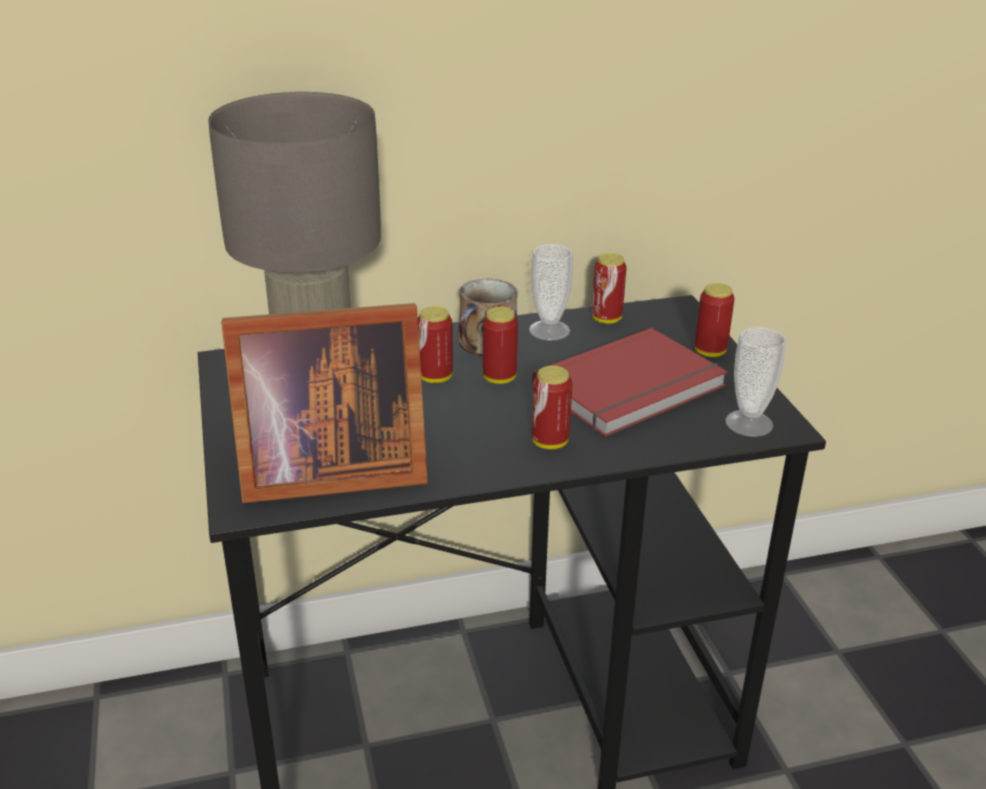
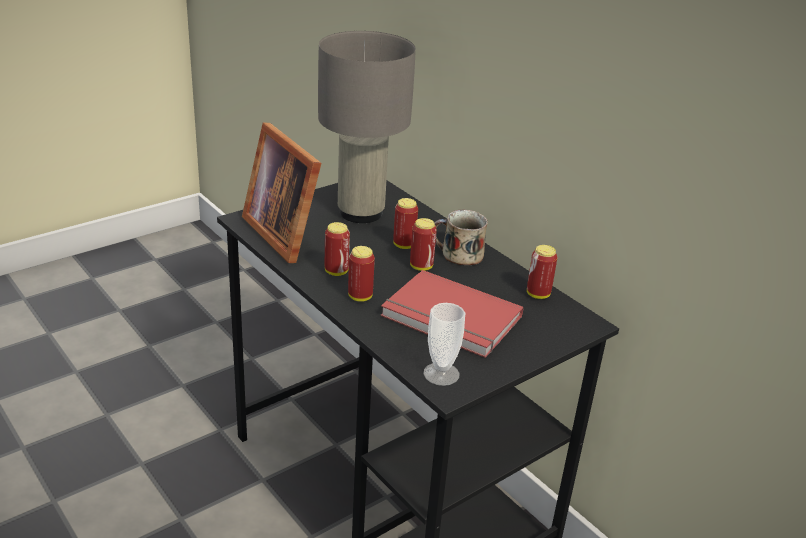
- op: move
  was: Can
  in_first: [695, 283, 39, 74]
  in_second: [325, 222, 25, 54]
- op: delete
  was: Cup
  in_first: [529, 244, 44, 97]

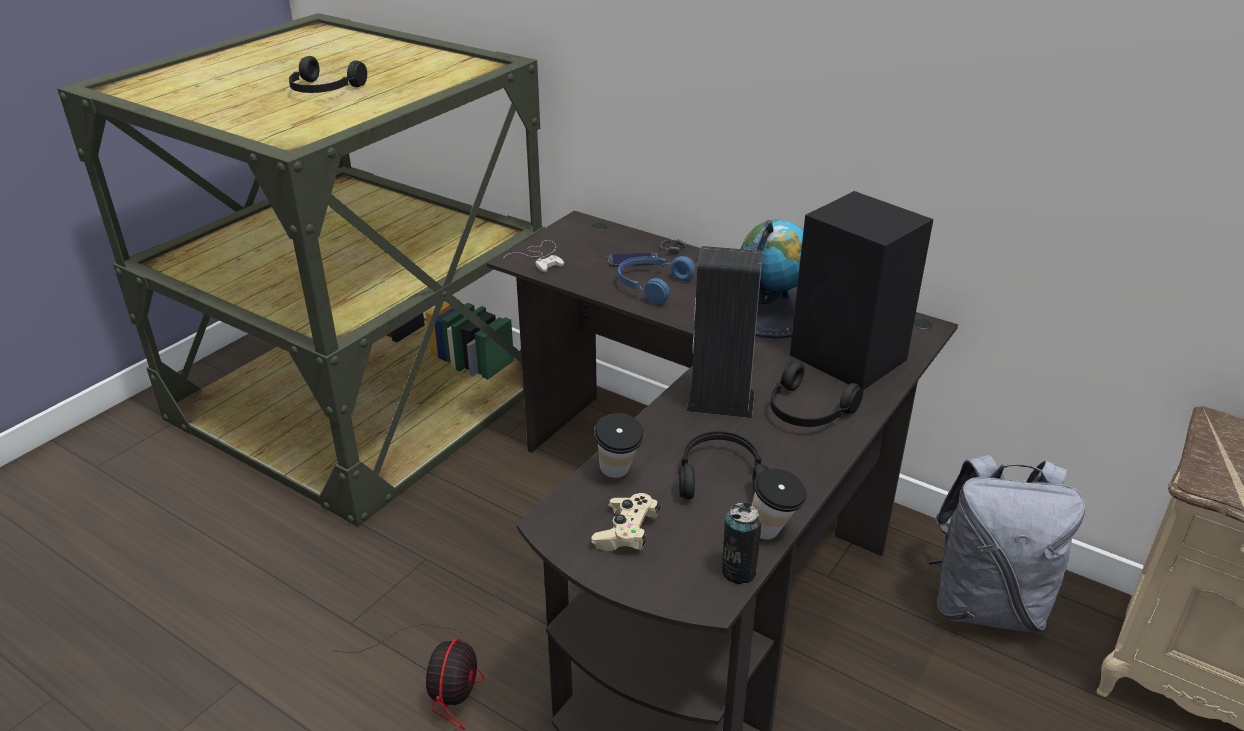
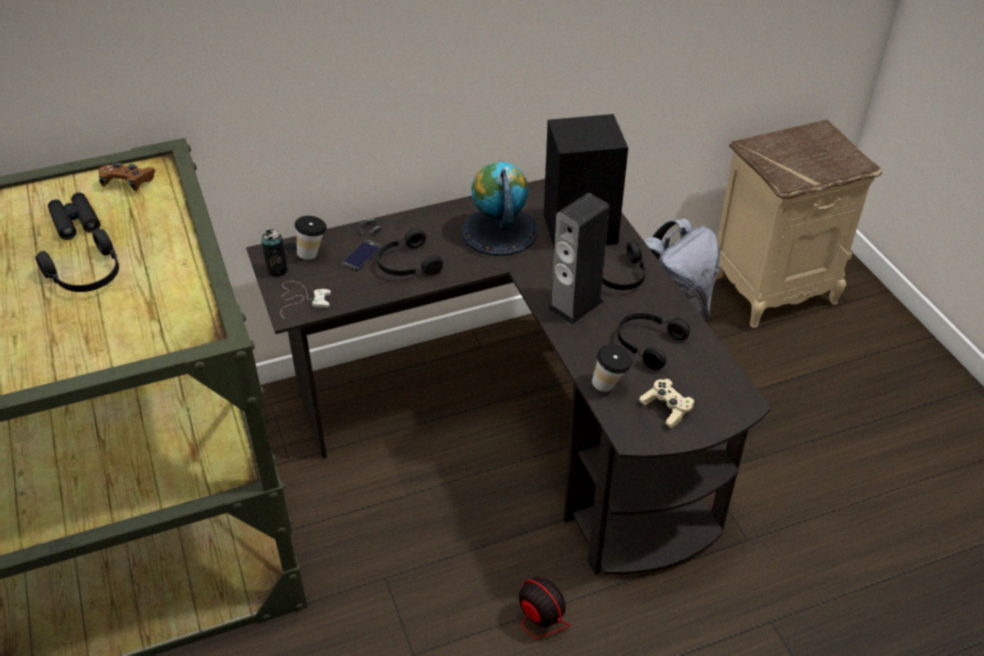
- op: insert
  now: BlackBinoculars
  in_second: [48, 192, 52, 48]
- op: insert
  now: BrownGameController
  in_second: [98, 162, 57, 29]
- op: move
  was: Can
  in_first: [722, 503, 40, 81]
  in_second: [261, 229, 27, 48]
- op: move
  was: Cup
  in_first: [752, 468, 55, 71]
  in_second: [295, 216, 32, 44]
- op: recolor
  was: BlueHeadphones
  now: BlackHeadphones
  in_first: [618, 256, 77, 48]
  in_second: [377, 228, 66, 48]

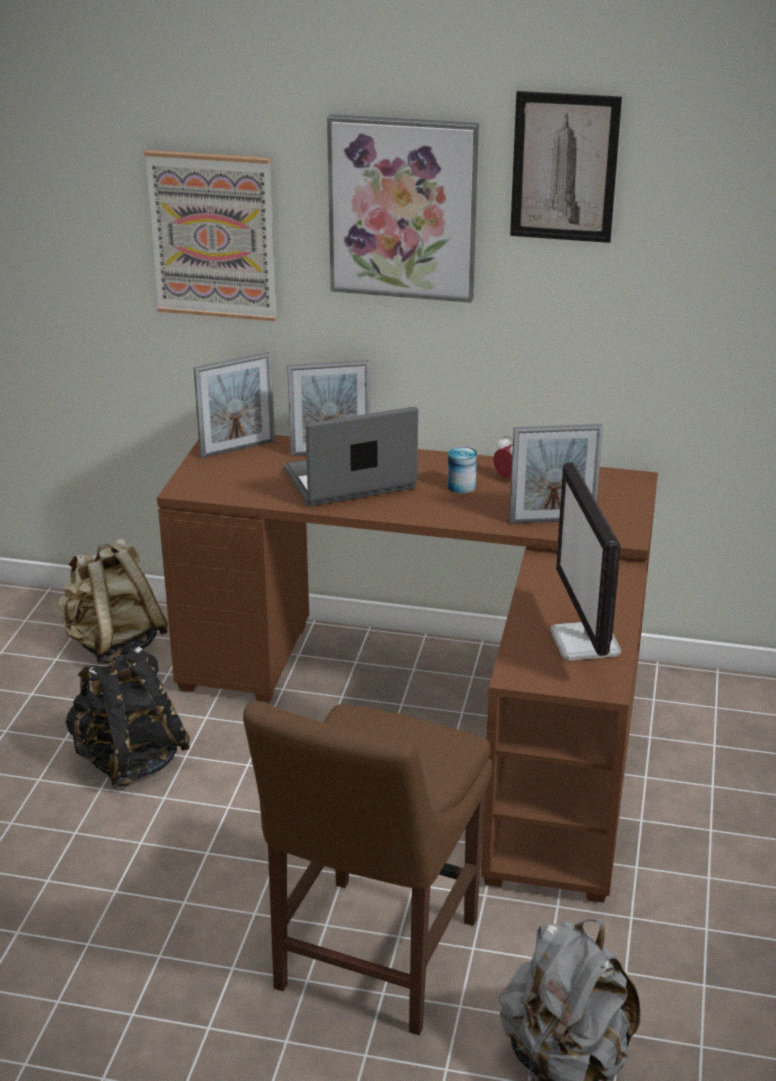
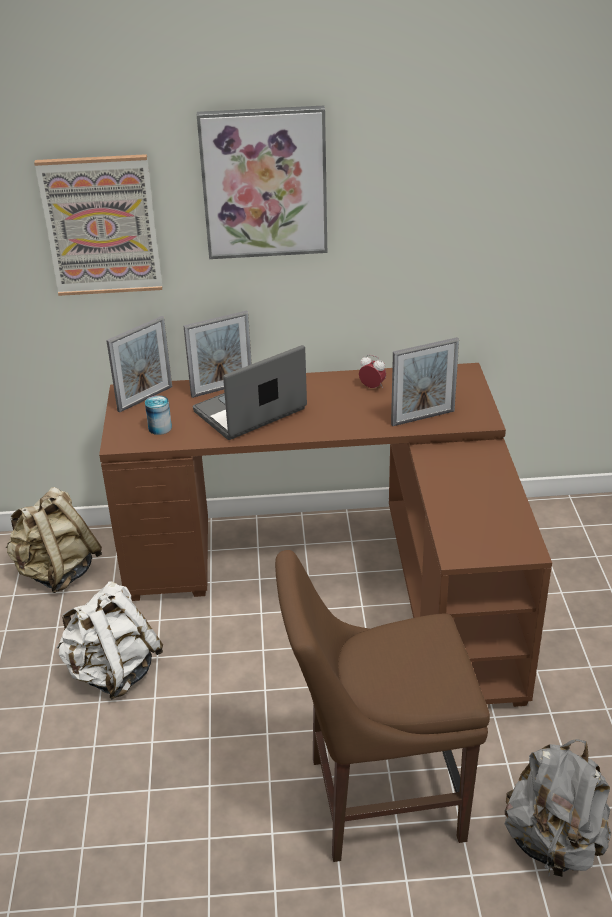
- op: recolor
  was: BlackBackpack
  now: WhiteBackpack
  in_first: [66, 646, 124, 142]
  in_second: [56, 581, 107, 118]
- op: move
  was: Can
  in_first: [447, 447, 30, 47]
  in_second: [145, 395, 27, 40]
- op: rotate
  was: BrownChair
  in_first: [243, 702, 250, 333]
  in_second: [275, 550, 215, 312]
  clockwise: 75
- op: delete
  was: Picture
  in_first: [510, 91, 112, 152]
- op: delete
  was: Monitor
  in_first: [550, 462, 71, 199]

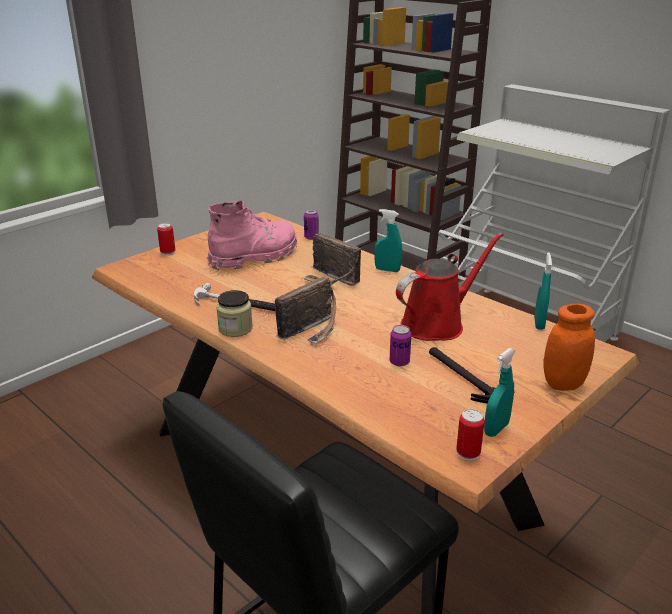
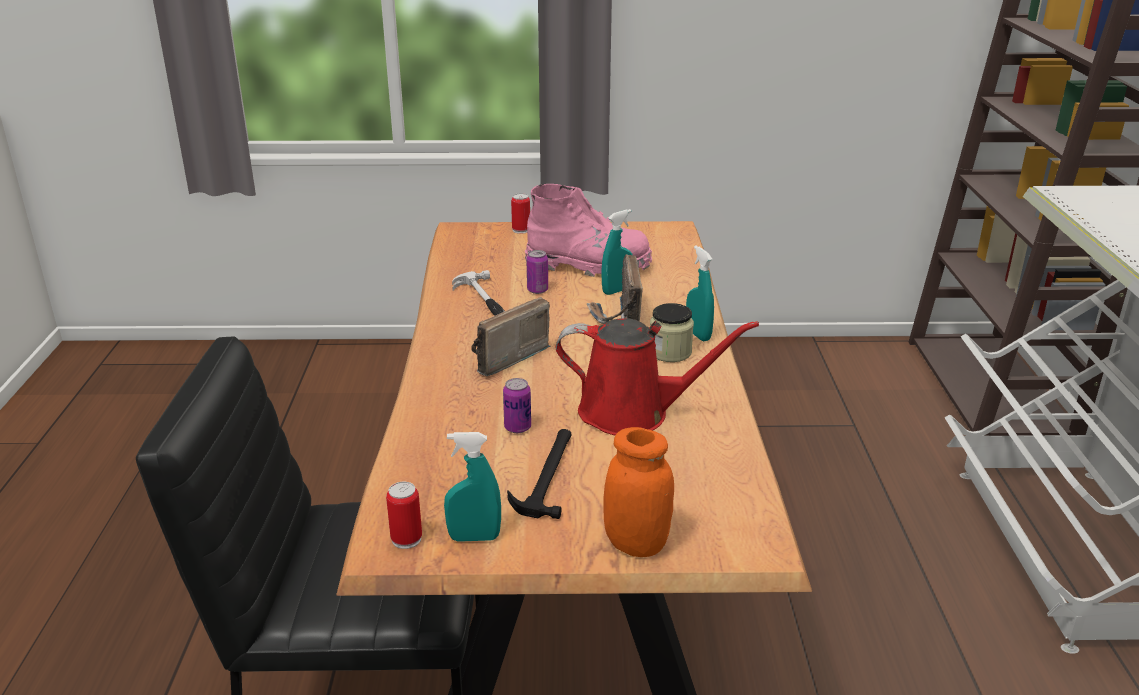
- op: rotate
  was: Radio
  in_first: [275, 277, 61, 67]
  in_second: [471, 297, 79, 79]
  clockwise: 135
- op: move
  was: Can
  in_first: [304, 209, 15, 31]
  in_second: [526, 250, 22, 44]
- op: move
  was: TurquoiseSprayBottle
  in_first: [534, 252, 18, 78]
  in_second: [601, 209, 32, 86]
- op: move
  was: Jar
  in_first: [216, 290, 37, 47]
  in_second: [650, 303, 44, 59]

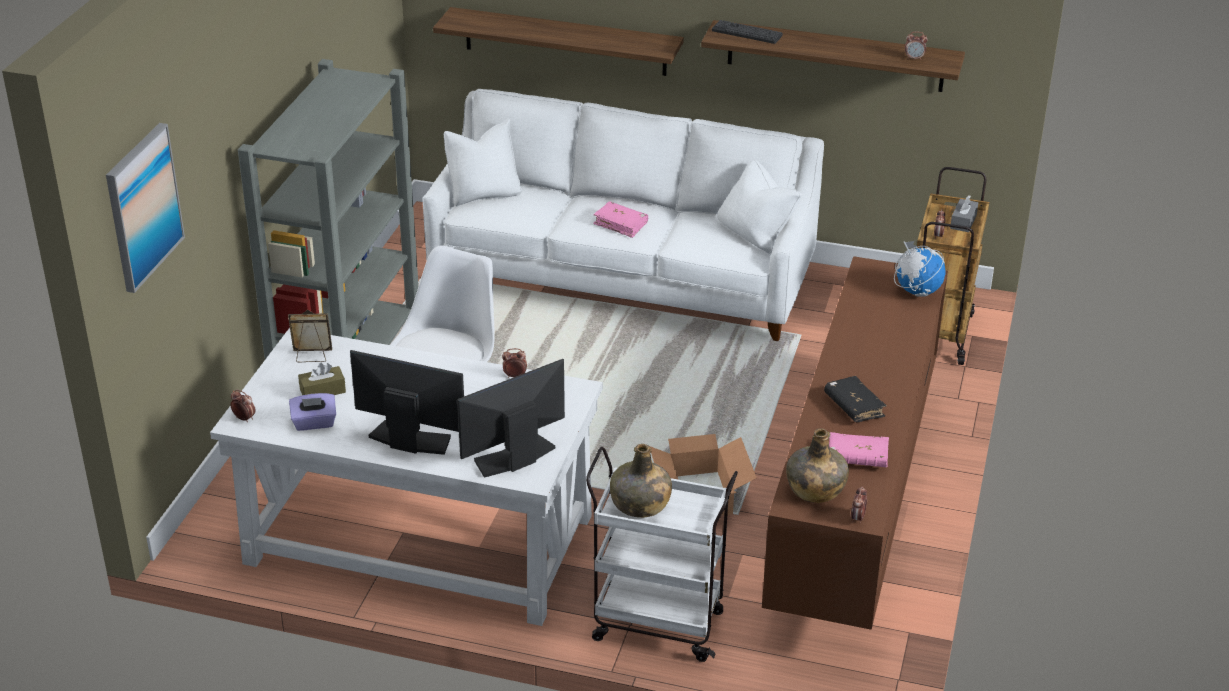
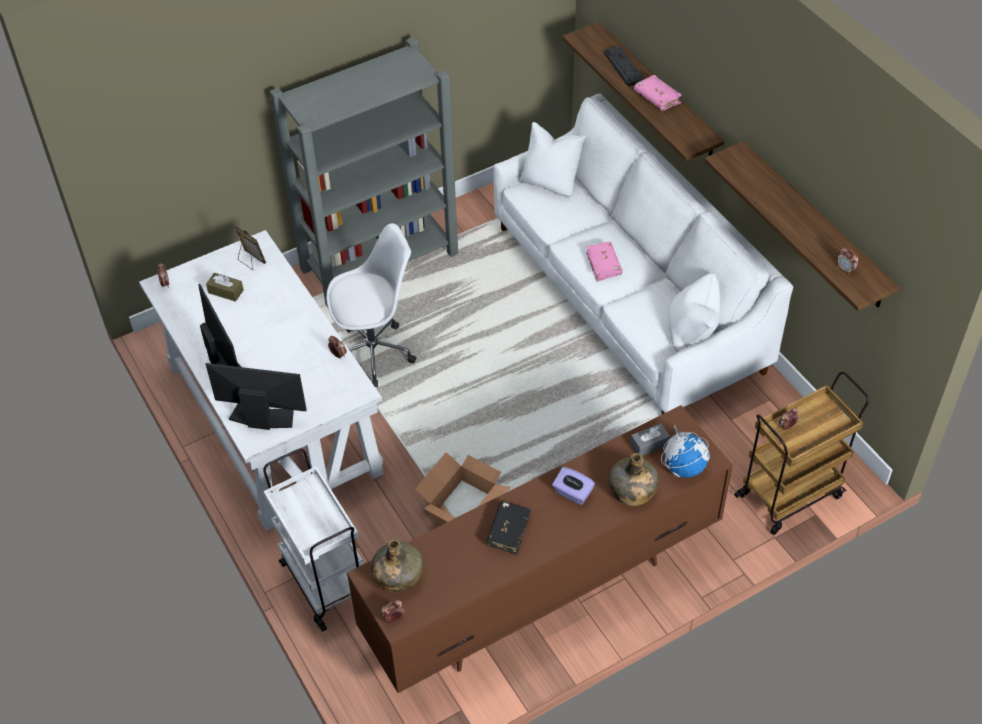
- op: move
  was: PurpleTissueBox
  in_first: [289, 393, 47, 38]
  in_second: [552, 467, 43, 38]
- op: move
  was: Keyboard
  in_first: [712, 20, 71, 24]
  in_second: [604, 46, 40, 40]
- op: move
  was: GreenBottle
  in_first: [610, 444, 62, 74]
  in_second: [609, 453, 50, 53]
- op: move
  was: GreyTissueBox
  in_first: [950, 195, 28, 37]
  in_second: [630, 423, 40, 33]
- op: move
  was: PinkBook
  in_first: [829, 432, 60, 35]
  in_second: [634, 75, 48, 36]
- op: delete
  was: Picture
  in_first: [106, 123, 79, 170]

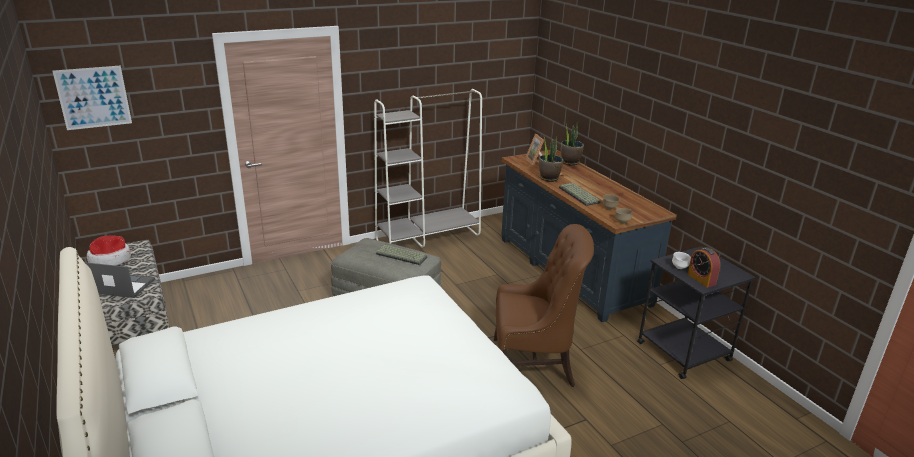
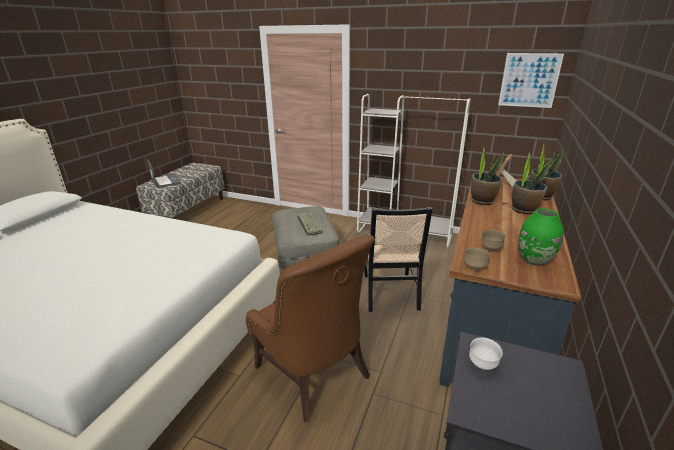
- op: insert
  now: Chair
  in_second: [364, 207, 68, 105]
- op: move
  was: Picture
  in_first: [53, 66, 79, 64]
  in_second: [498, 53, 66, 55]
- op: insert
  now: PottedPlant
  in_second: [511, 153, 40, 61]
- op: insert
  now: GreenVase
  in_second: [518, 208, 46, 58]
- op: delete
  was: Hat
  in_first: [87, 235, 44, 31]
- op: delete
  was: Keyboard
  in_first: [559, 183, 42, 23]
- op: delete
  was: AlarmClock
  in_first: [688, 247, 32, 41]

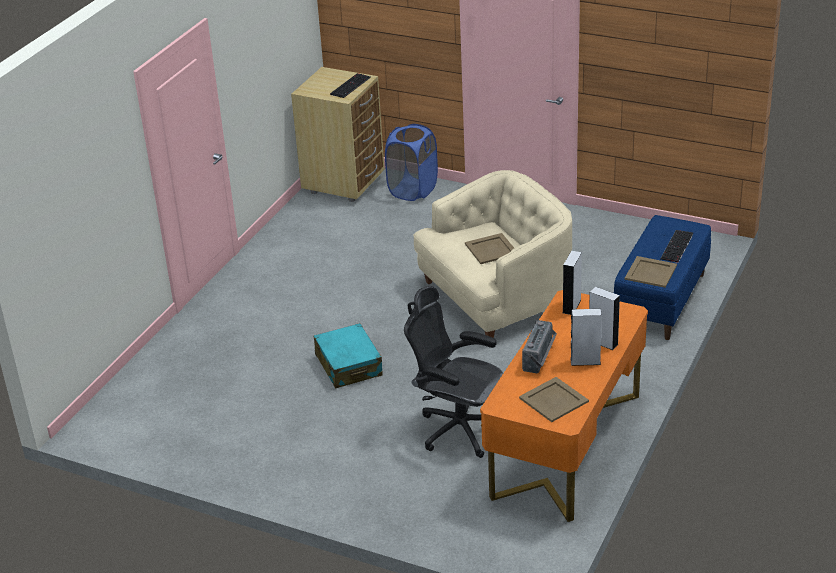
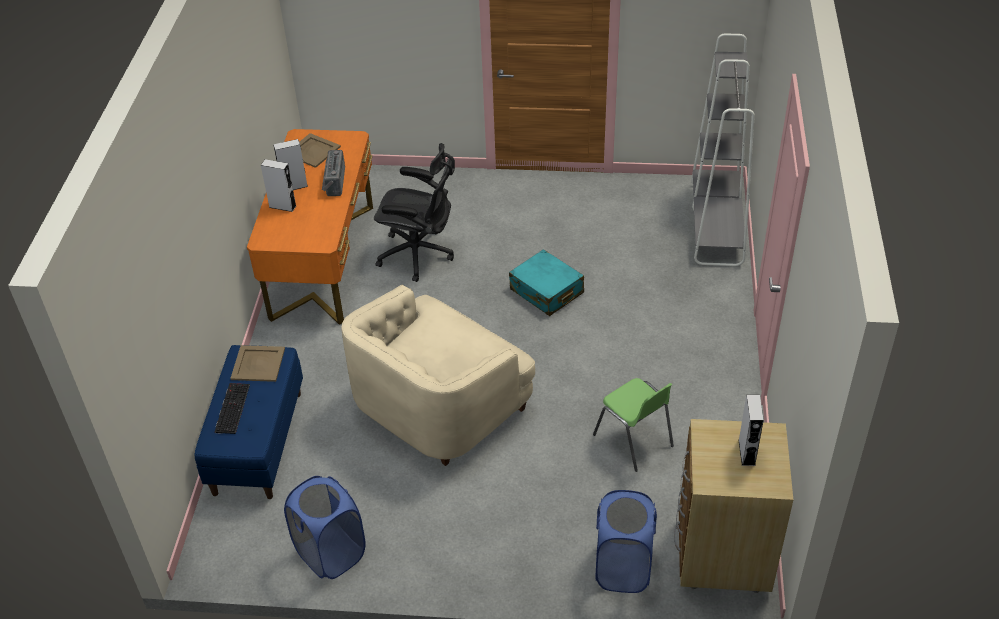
- op: insert
  now: BlueLaundryBasket
  in_second: [284, 476, 82, 103]
- op: insert
  now: GreenChair
  in_second: [593, 378, 81, 94]
- op: insert
  now: GreyClothesRack
  in_second: [691, 34, 64, 232]
- op: move
  was: GreySpeaker
  in_first: [563, 251, 19, 64]
  in_second: [738, 395, 26, 71]
- op: delete
  was: Keyboard
  in_first: [330, 73, 41, 25]
- op: delete
  was: BeigeTray
  in_first: [465, 233, 49, 31]

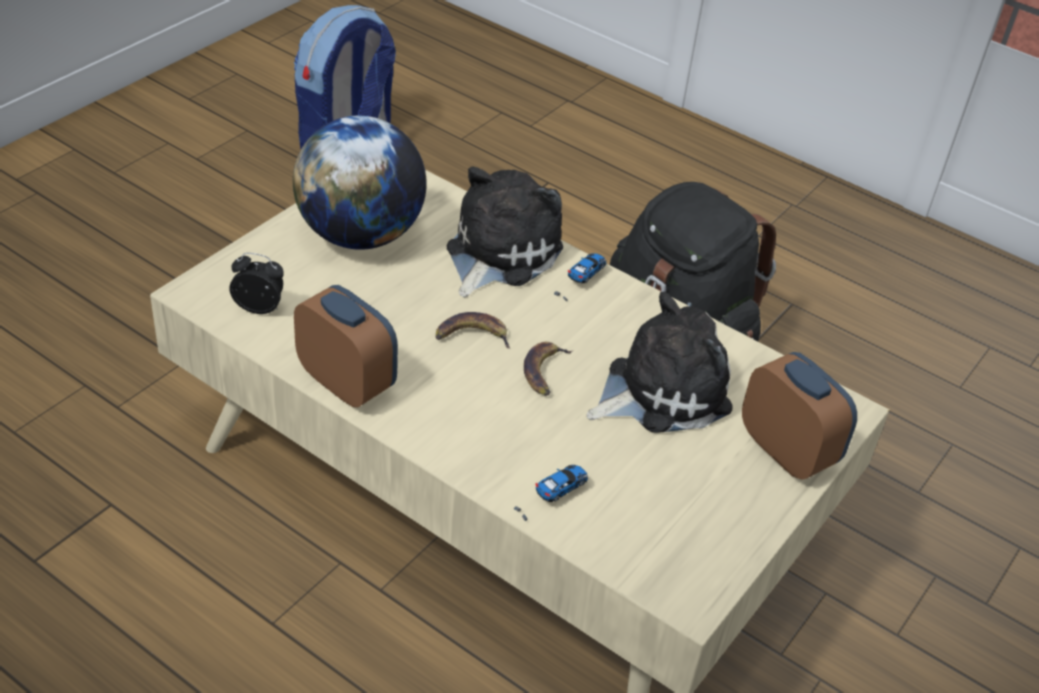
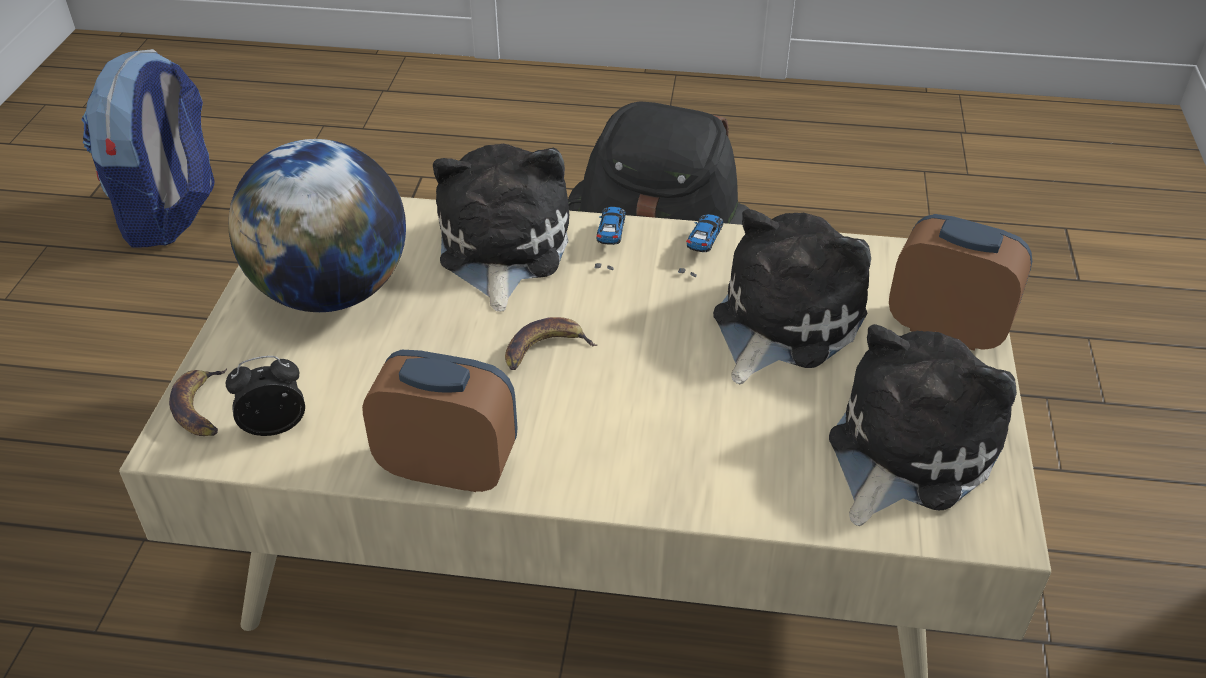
- op: move
  was: Banana
  in_first: [524, 342, 49, 54]
  in_second: [169, 369, 58, 67]
- op: move
  was: ToyCar
  in_first: [513, 465, 75, 56]
  in_second: [678, 214, 45, 63]
- op: insert
  now: PlushToy
  in_second: [829, 324, 188, 202]

